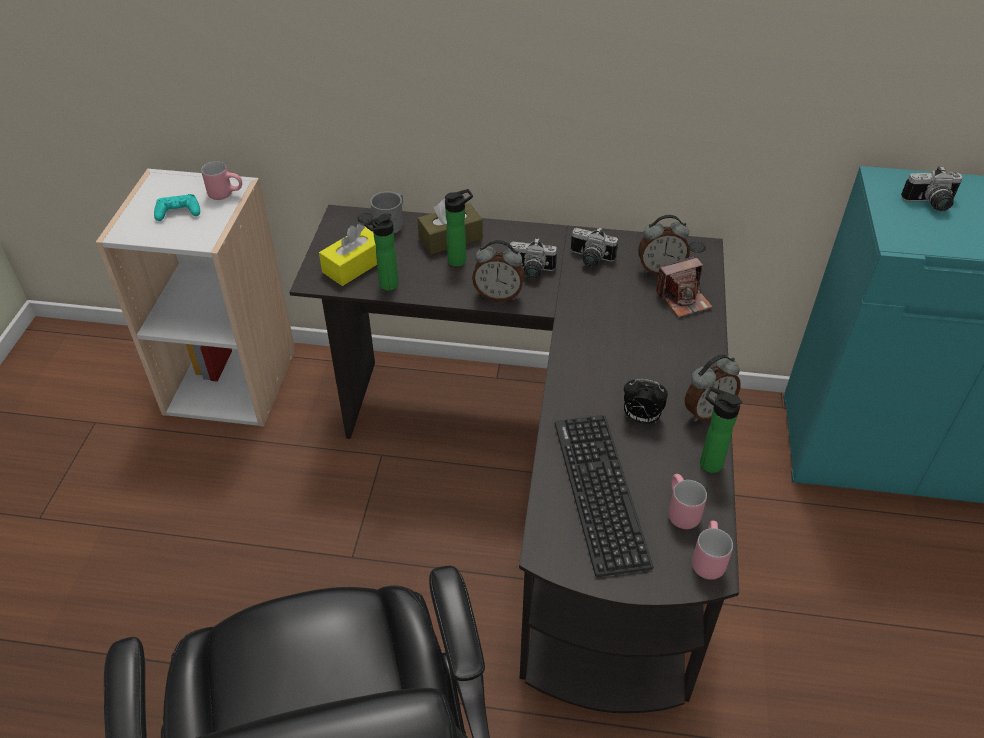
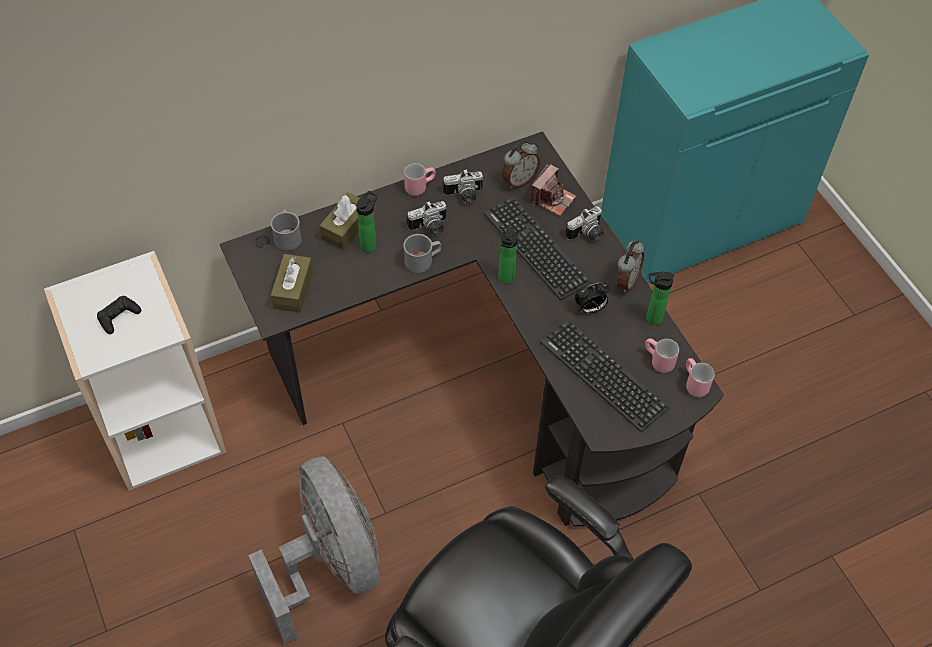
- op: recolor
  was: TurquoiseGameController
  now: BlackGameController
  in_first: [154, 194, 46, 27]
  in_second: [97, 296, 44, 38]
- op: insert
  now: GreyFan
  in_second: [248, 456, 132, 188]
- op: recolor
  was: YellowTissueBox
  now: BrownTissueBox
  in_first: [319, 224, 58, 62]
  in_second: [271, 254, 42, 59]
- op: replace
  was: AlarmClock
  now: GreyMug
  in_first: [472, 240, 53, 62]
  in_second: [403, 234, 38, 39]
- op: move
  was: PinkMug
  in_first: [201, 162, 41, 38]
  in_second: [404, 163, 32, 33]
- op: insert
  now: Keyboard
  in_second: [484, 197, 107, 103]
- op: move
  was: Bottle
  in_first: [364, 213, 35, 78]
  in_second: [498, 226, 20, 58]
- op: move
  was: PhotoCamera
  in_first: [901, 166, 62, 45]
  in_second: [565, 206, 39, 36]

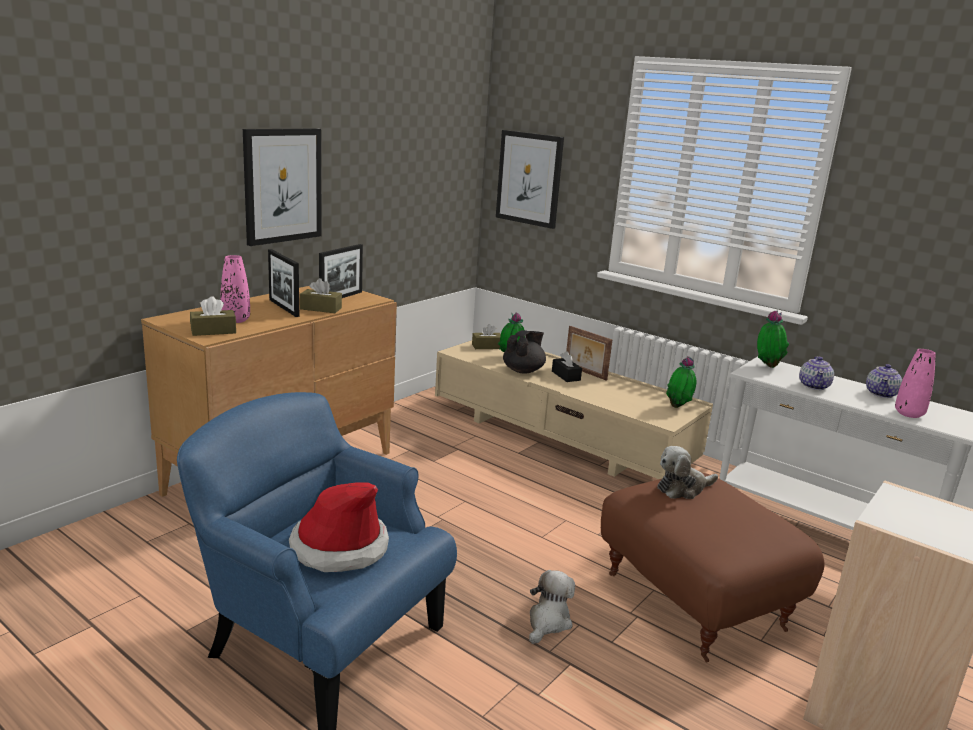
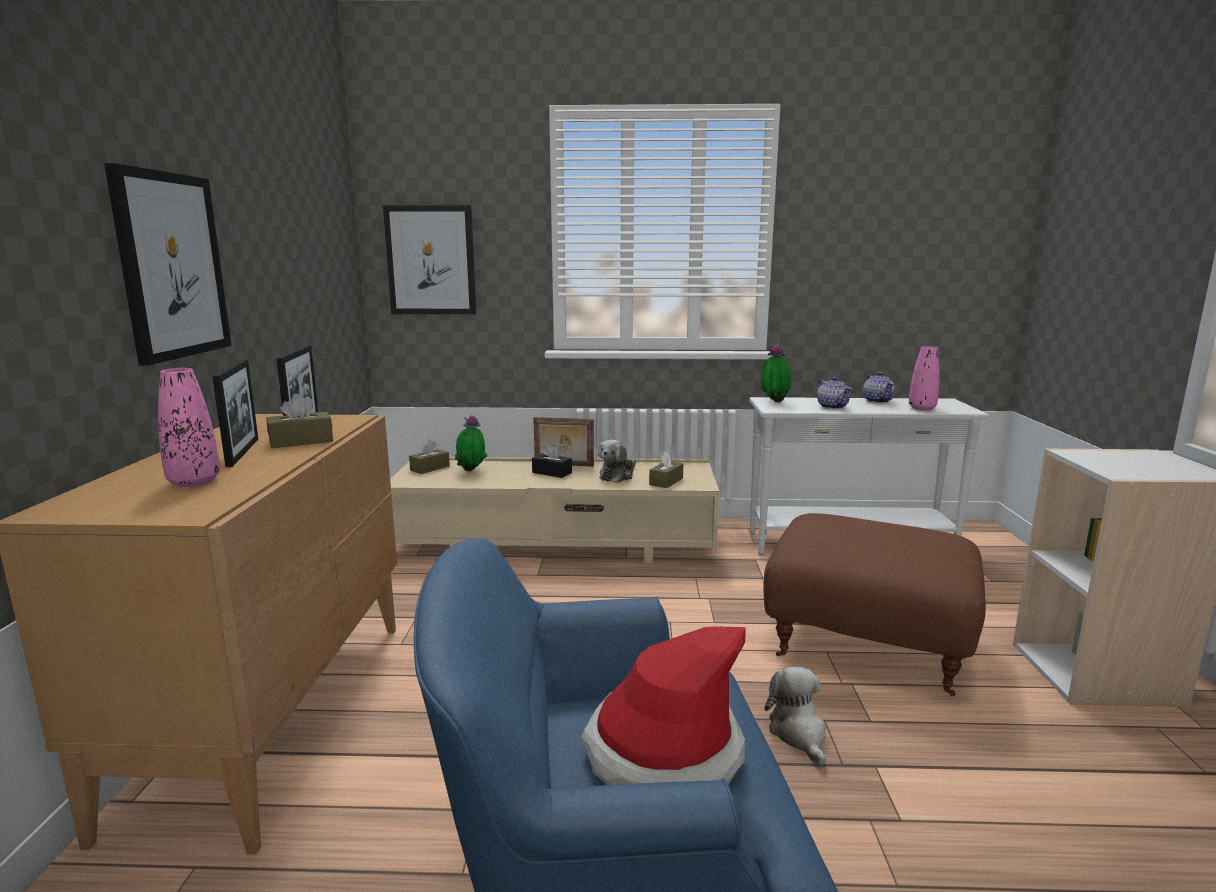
- op: rotate
  was: PictureFrame
  in_first: [268, 249, 31, 68]
  in_second: [212, 359, 46, 108]
  clockwise: -120
- op: move
  was: PlushToy
  in_first: [657, 446, 61, 53]
  in_second: [598, 440, 38, 43]
- op: move
  was: BrownTissueBox
  in_first: [190, 296, 46, 40]
  in_second: [649, 451, 34, 37]
- op: delete
  was: BlackTeapot
  in_first: [503, 330, 43, 44]
- op: delete
  was: PottedPlant
  in_first: [666, 356, 31, 52]

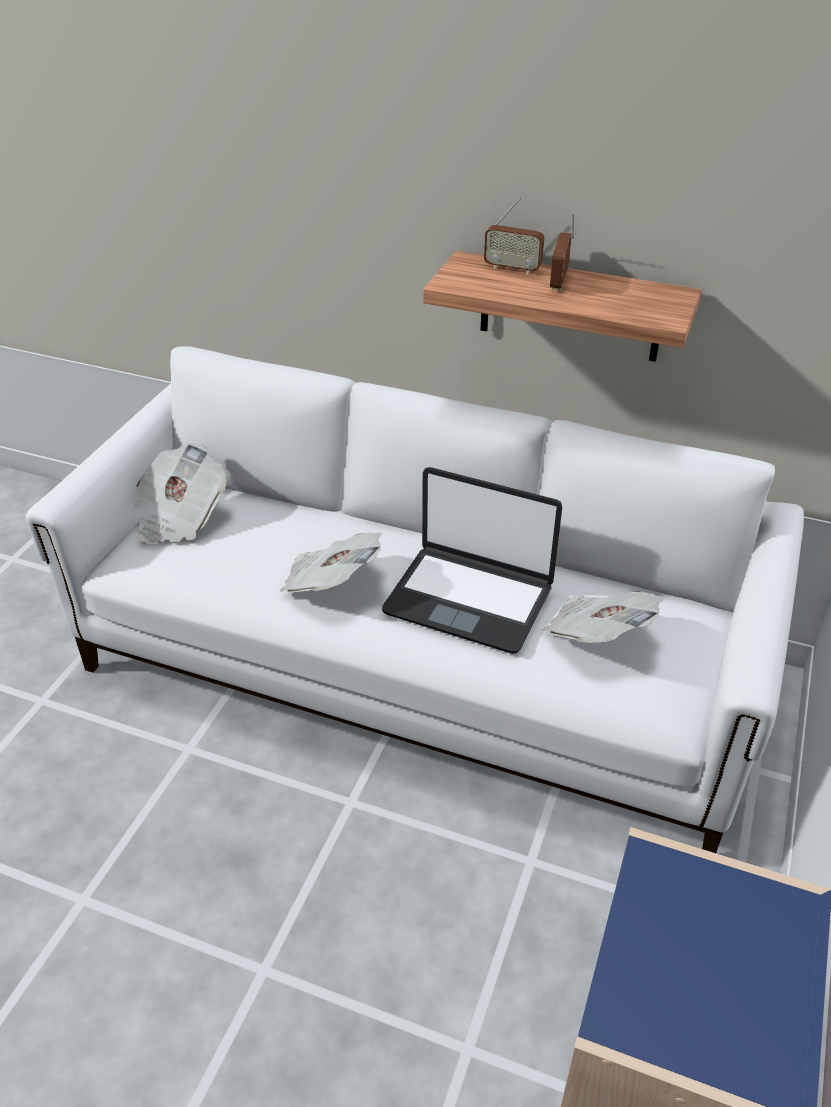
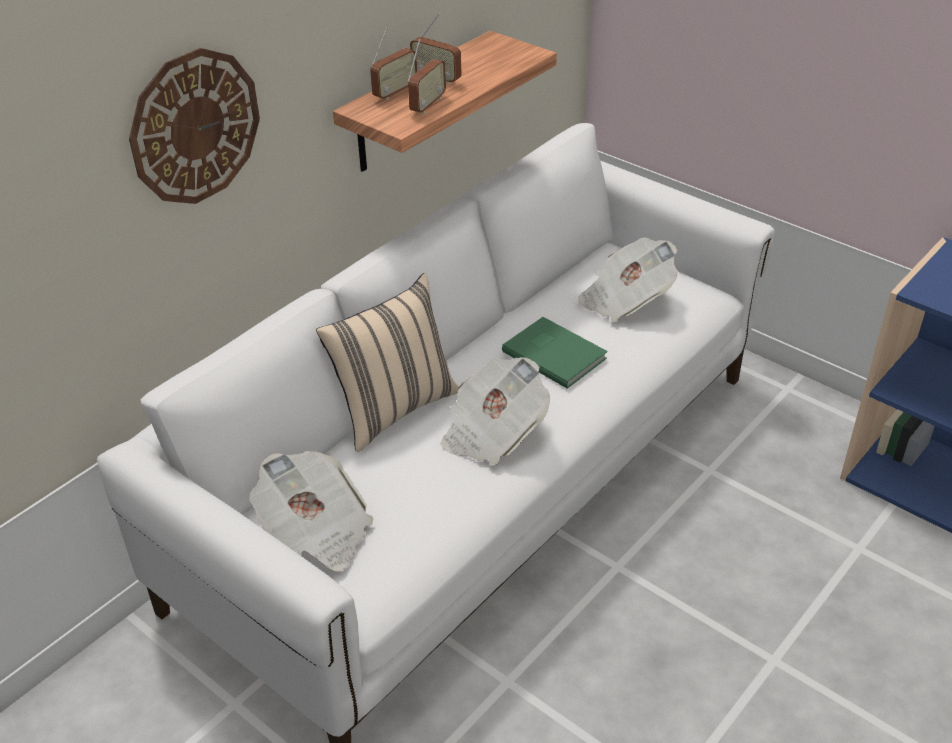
- op: insert
  now: WallClock
  in_second: [129, 48, 131, 156]
- op: insert
  now: BeigePillow
  in_second: [316, 273, 143, 179]
- op: insert
  now: Radio
  in_second: [407, 39, 39, 75]
- op: replace
  was: Laptop
  now: GreenBook
  in_first: [382, 467, 180, 187]
  in_second: [502, 317, 106, 72]

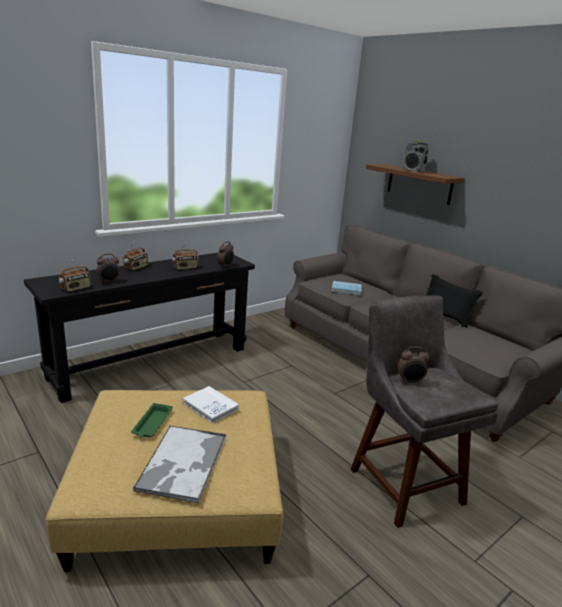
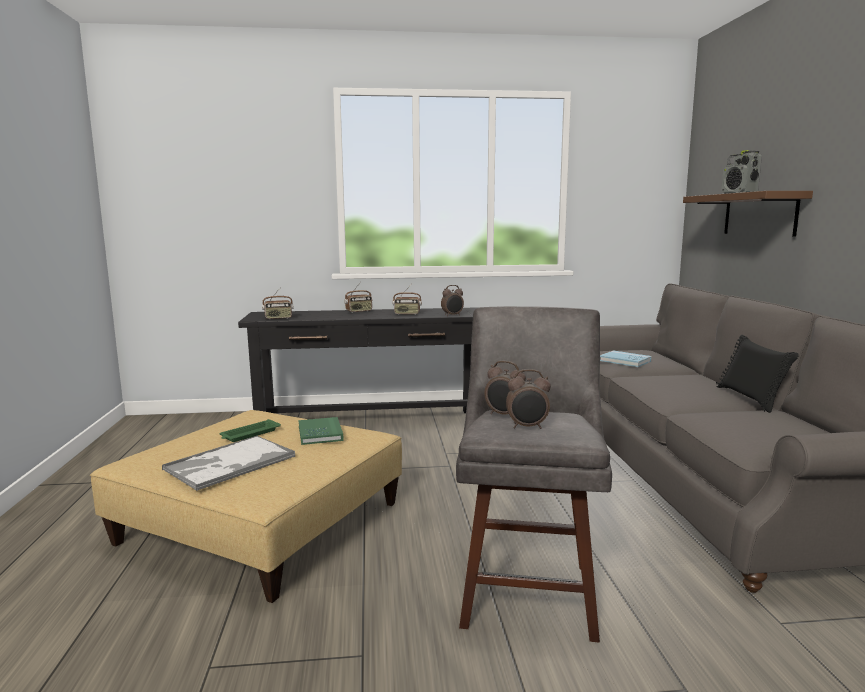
- op: recolor
  was: WhiteBook
  now: GreenBook
  in_first: [183, 386, 56, 38]
  in_second: [298, 417, 46, 28]
- op: move
  was: AlarmClock
  in_first: [96, 253, 24, 31]
  in_second: [506, 369, 45, 60]

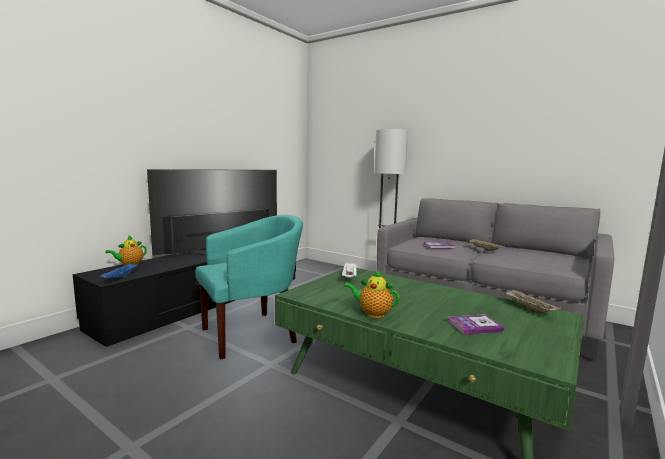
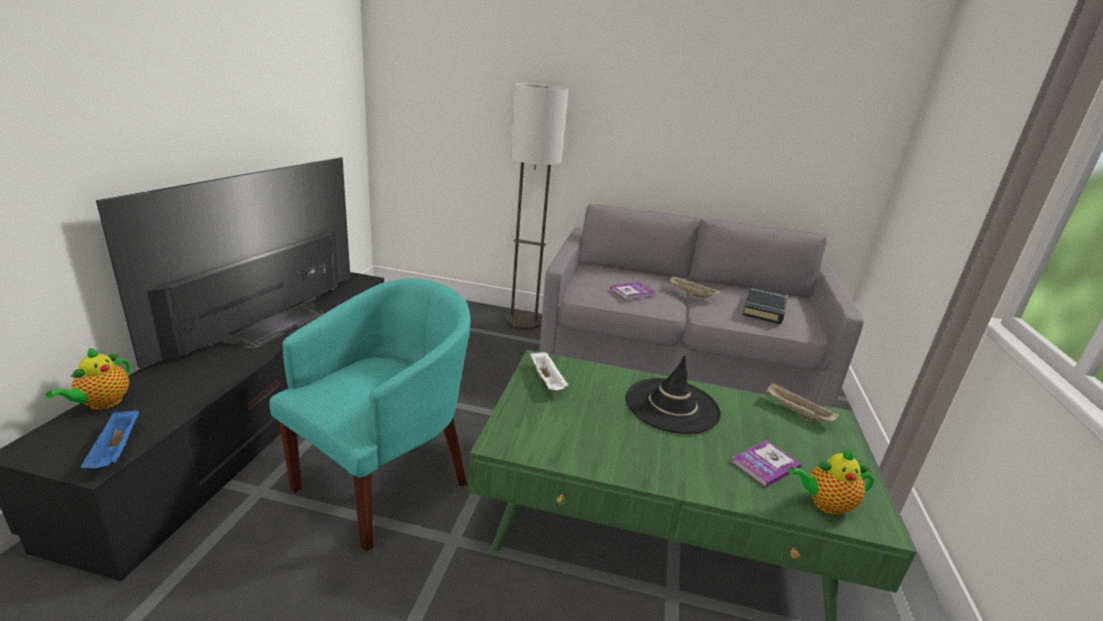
- op: insert
  now: BlackHat
  in_second: [626, 355, 95, 79]
- op: insert
  now: BlackBook
  in_second: [742, 286, 46, 38]
- op: move
  was: Teapot
  in_first: [344, 269, 55, 49]
  in_second: [789, 449, 85, 66]

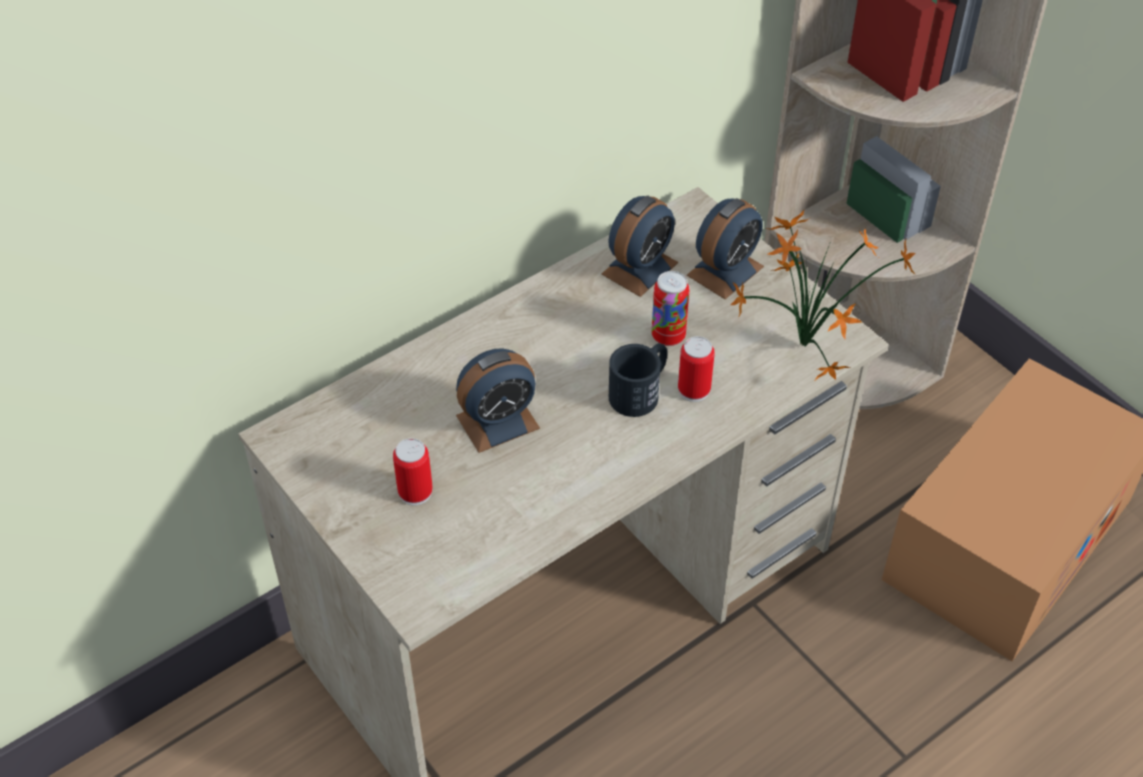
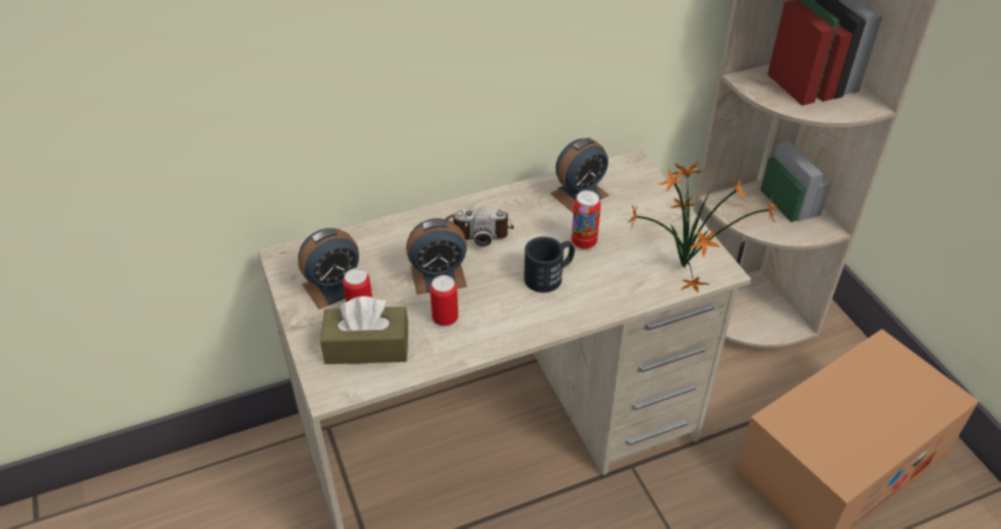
- op: move
  was: AlarmClock
  in_first: [687, 198, 77, 101]
  in_second: [298, 228, 61, 81]
- op: insert
  now: BrownTissueBox
  in_second: [320, 296, 88, 68]
- op: move
  was: Can
  in_first: [678, 336, 37, 66]
  in_second: [430, 275, 28, 53]
- op: insert
  now: PhotoCamera
  in_second: [445, 207, 69, 40]

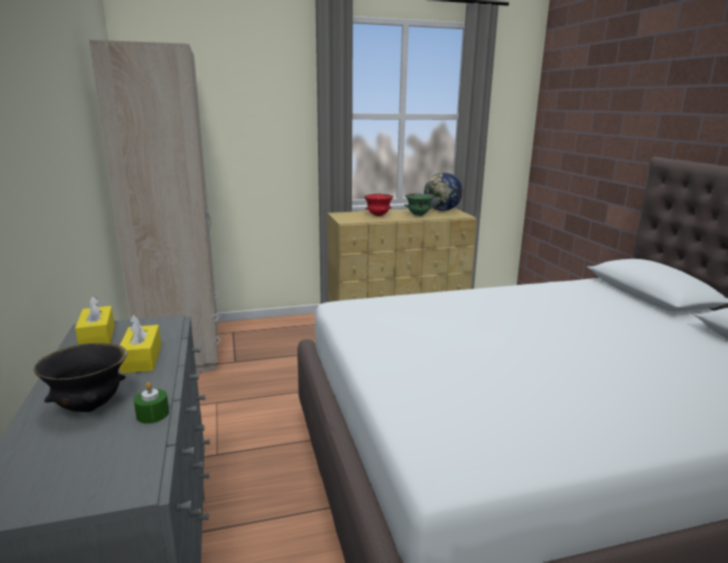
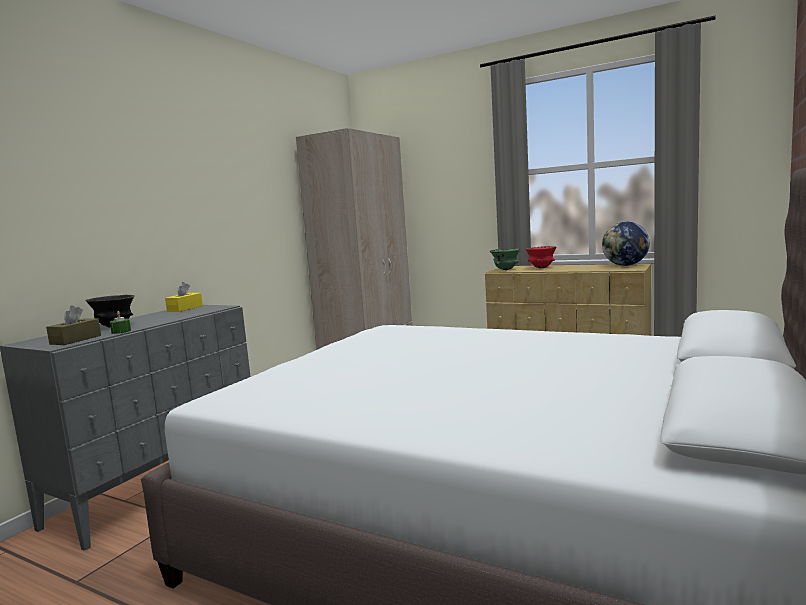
- op: insert
  now: BrownTissueBox
  in_second: [46, 305, 55, 40]
- op: move
  was: GreenBowl
  in_first: [404, 194, 30, 22]
  in_second: [490, 249, 30, 21]
- op: delete
  was: YellowTissueBox
  in_first: [120, 315, 41, 59]

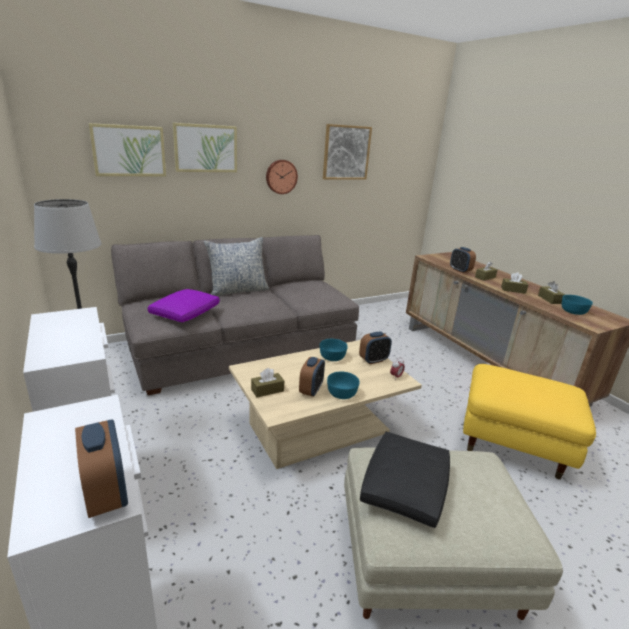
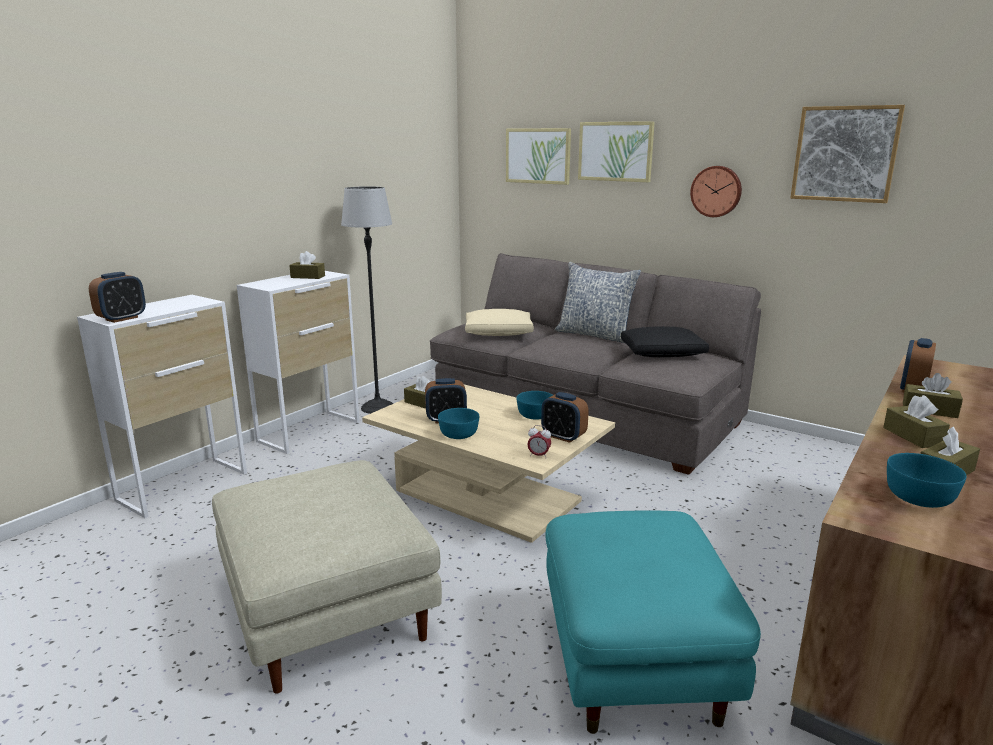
- op: insert
  now: BrownTissueBox
  in_second: [289, 251, 36, 28]
- op: recolor
  was: PurplePillow
  now: BeigePillow
  in_first: [148, 289, 72, 33]
  in_second: [465, 309, 69, 27]
- op: recolor
  was: YellowOttoman
  now: TurquoiseOttoman
  in_first: [463, 364, 133, 115]
  in_second: [546, 510, 215, 224]
- op: move
  was: BlackPillow
  in_first: [360, 431, 90, 97]
  in_second: [621, 326, 88, 31]

